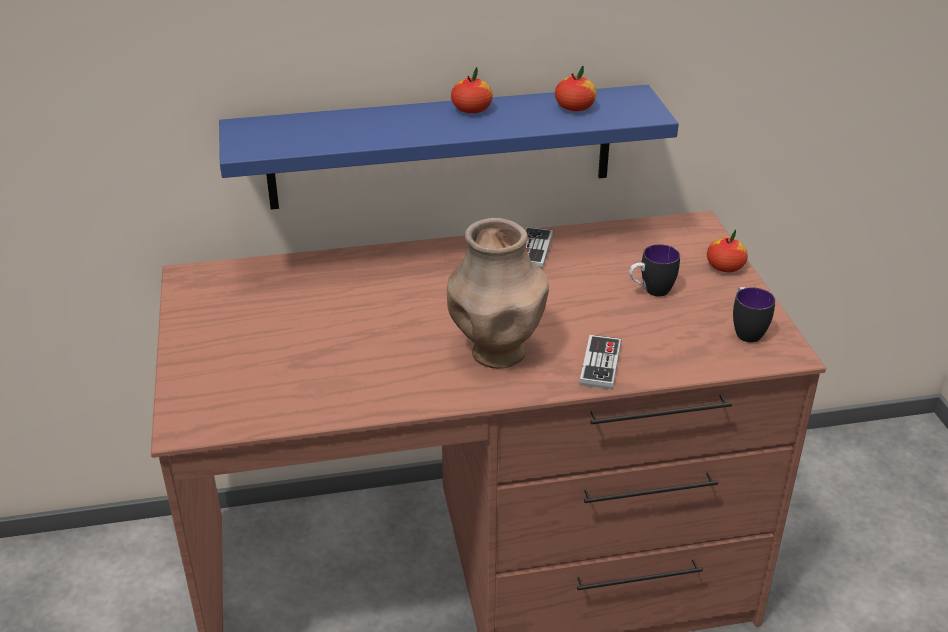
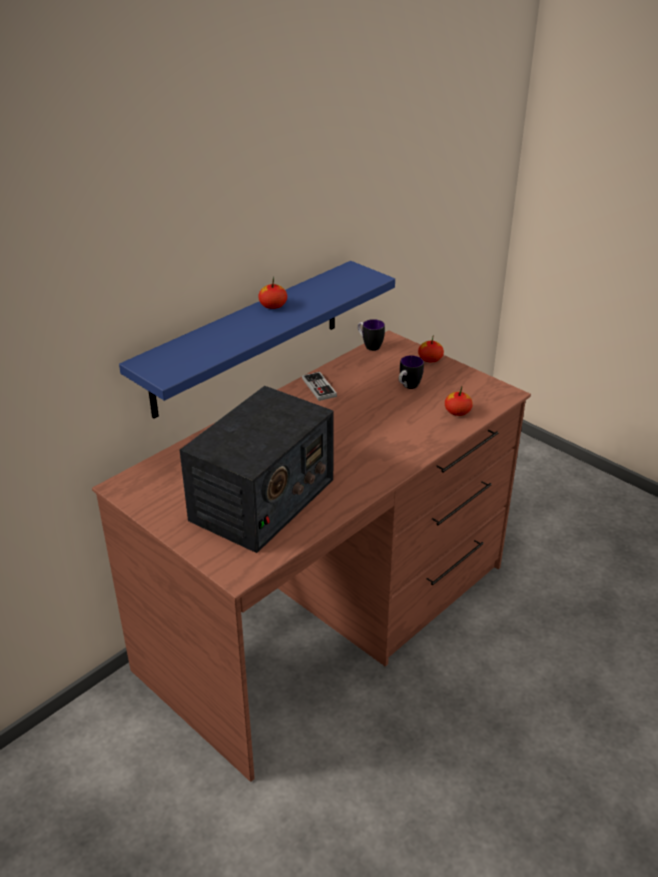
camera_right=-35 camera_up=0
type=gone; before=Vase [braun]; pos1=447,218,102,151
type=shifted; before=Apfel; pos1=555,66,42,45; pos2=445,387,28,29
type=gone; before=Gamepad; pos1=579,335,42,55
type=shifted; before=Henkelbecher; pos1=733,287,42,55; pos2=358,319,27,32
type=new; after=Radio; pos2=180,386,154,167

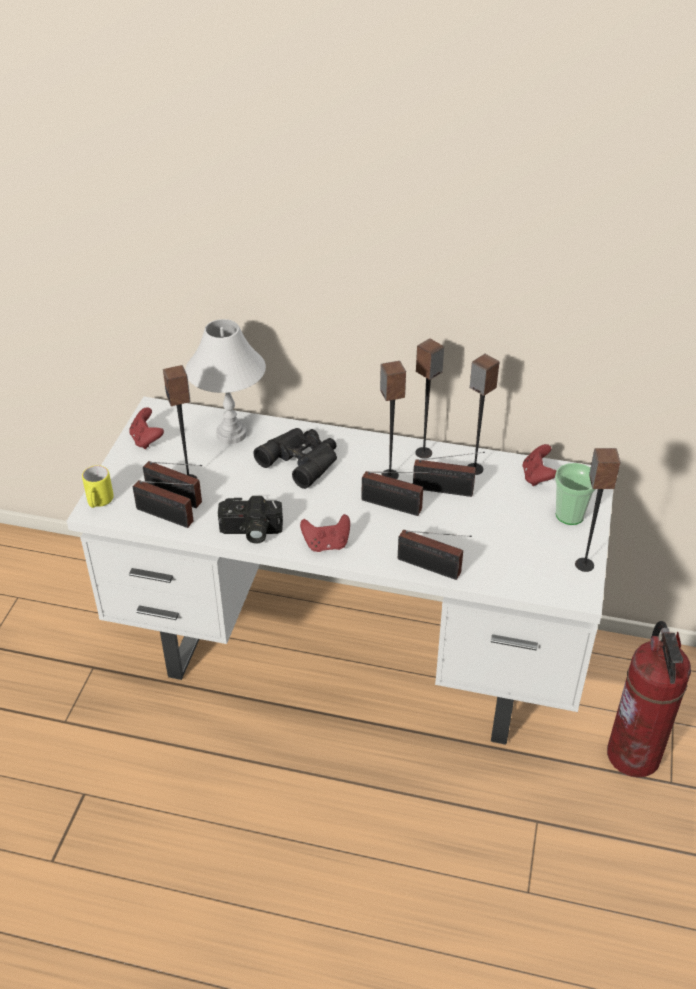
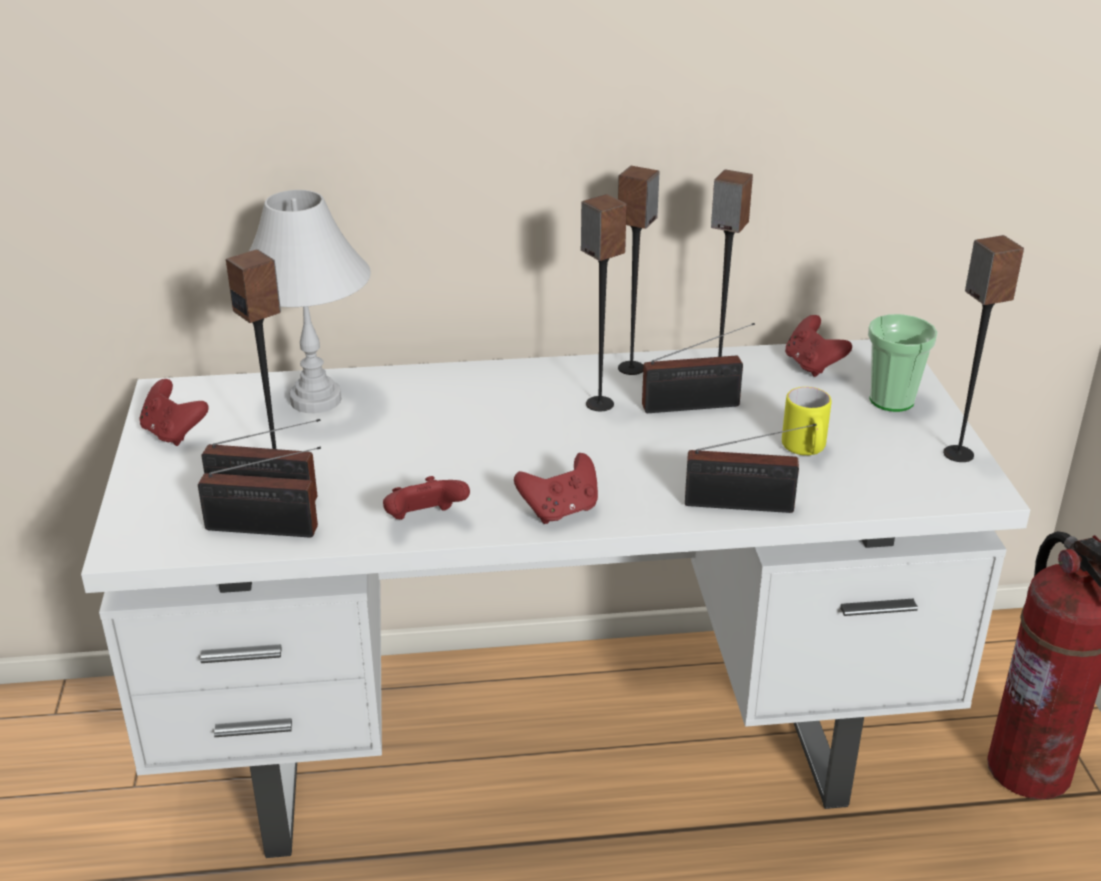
camera_right=-20 camera_up=-10
type=shifted; before=Henkelbecher [gelb]; pos1=82,465,32,43; pos2=782,387,49,68
type=swapped; before=Kamera; after=Gamepad [rot]; pos1=218,496,65,48; pos2=383,476,87,44
type=gone; before=Fernglas [schwarz]; pos1=254,428,83,61
type=gone; before=Radio; pos1=361,471,70,45

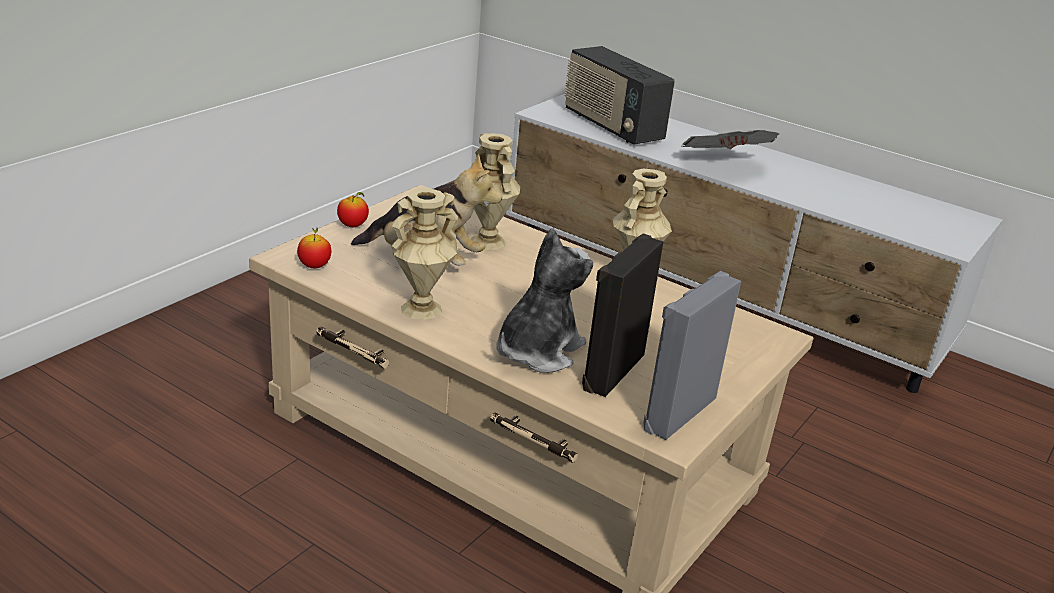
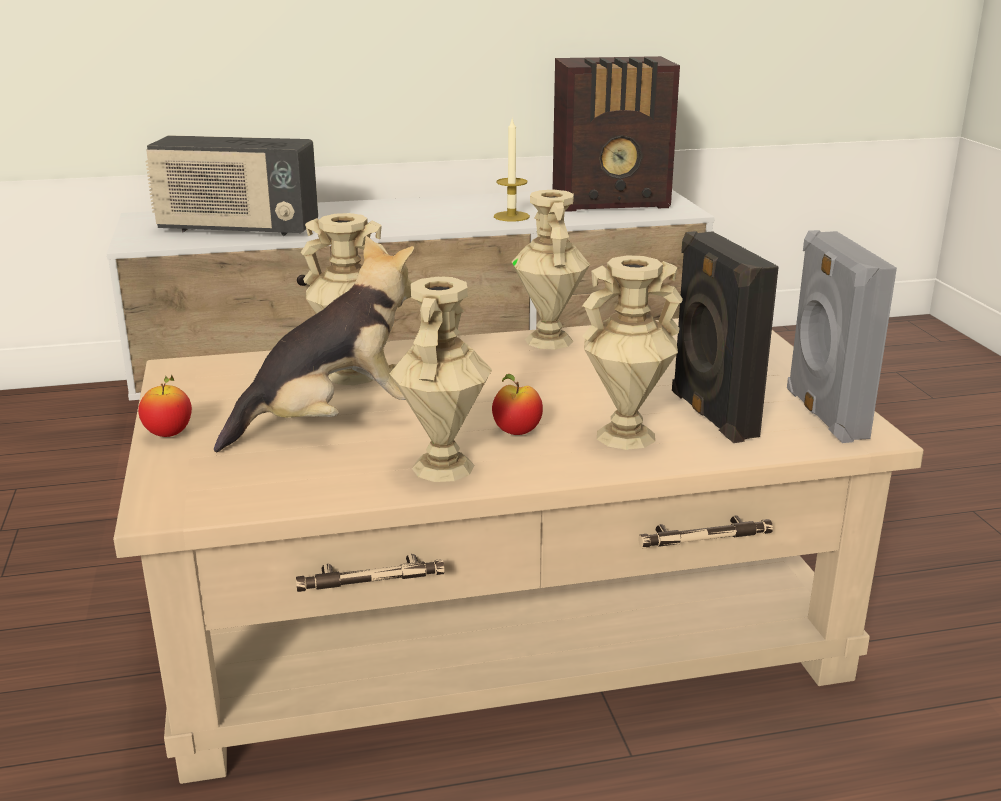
camera_right=-45 camera_up=-5
type=shifted; before=Apfel; pos1=297,228,34,40; pos2=492,374,51,61
type=swapped; before=Plüschtier; after=Vase [beige]; pos1=496,228,97,145; pos2=582,255,101,195
type=gone; before=Zeitung; pos1=682,130,97,19
type=new; after=Kerze; pos2=494,119,36,103
type=new; after=Radio; pos2=553,56,127,156

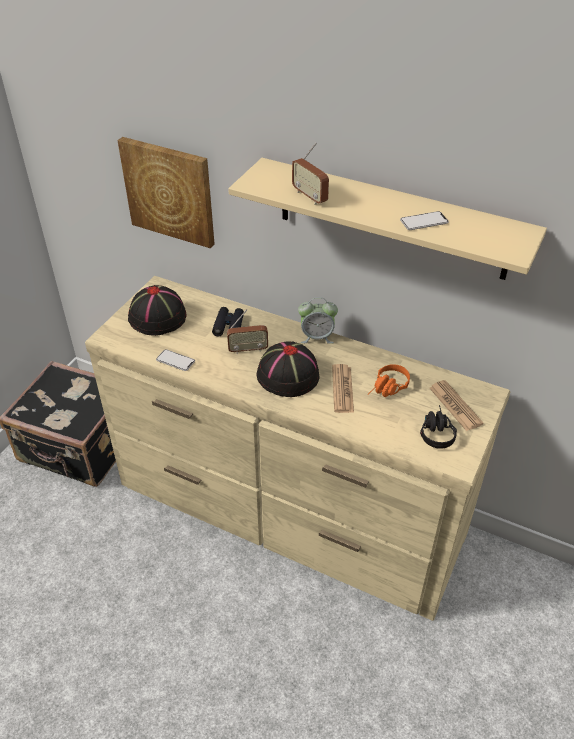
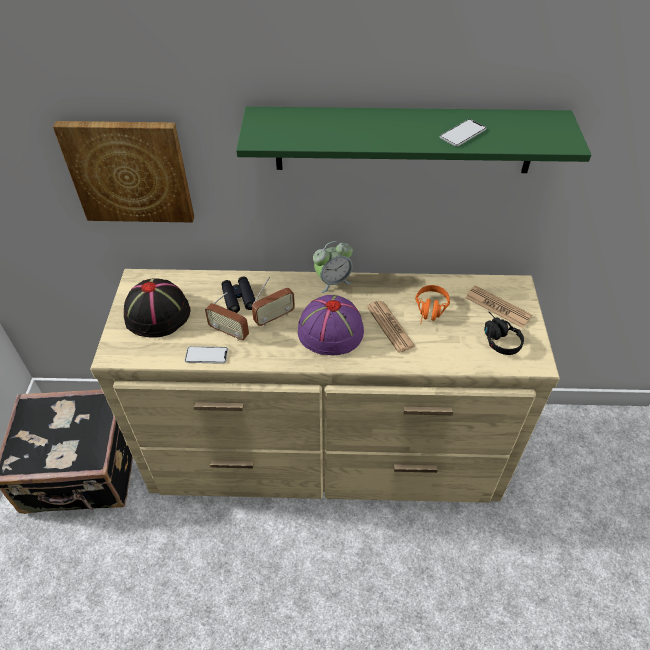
camera_right=-25 camera_up=5
type=repainted; before=Wandregal [beige]; after=Wandregal [grün]; pos1=228,158,319,122; pos2=236,107,355,66
type=repainted; before=Hut [schwarz]; after=Hut [lila]; pos1=257,341,62,56; pos2=298,295,66,60
type=shifted; before=Radio; pos1=292,142,37,63; pos2=205,292,44,49

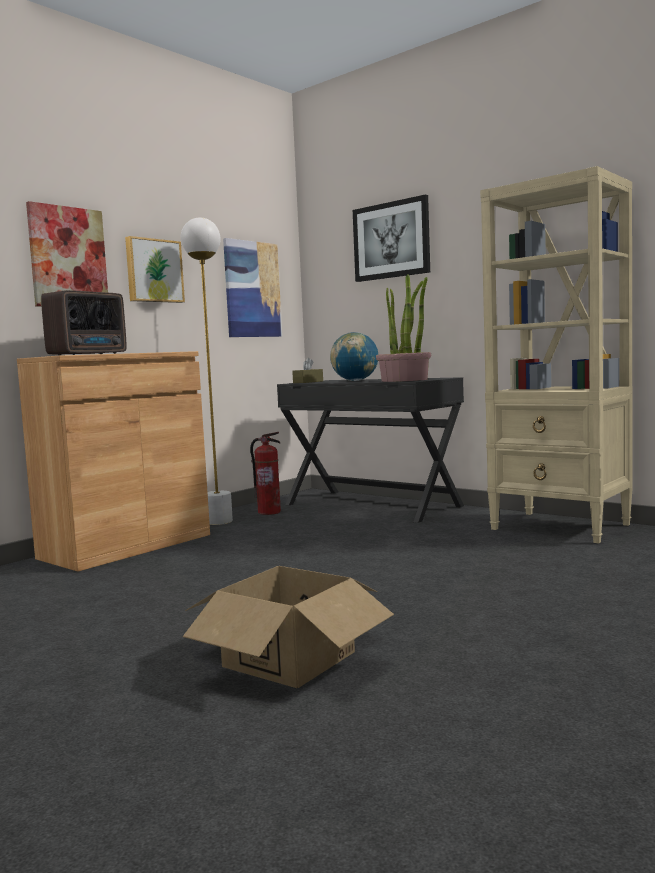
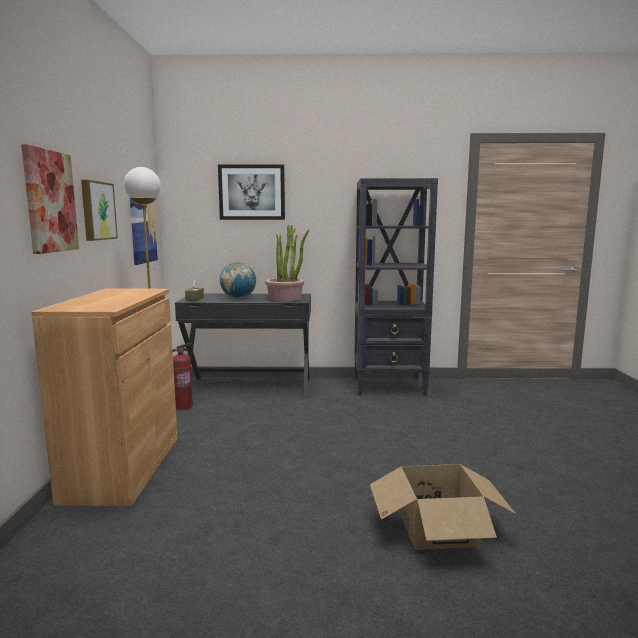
camera_right=-40 camera_up=5
type=gone; before=Radio; pos1=41,290,86,66
type=repainted; before=Bücherregal [beige]; after=Bücherregal [schwarz]; pos1=480,166,153,377; pos2=354,178,84,218

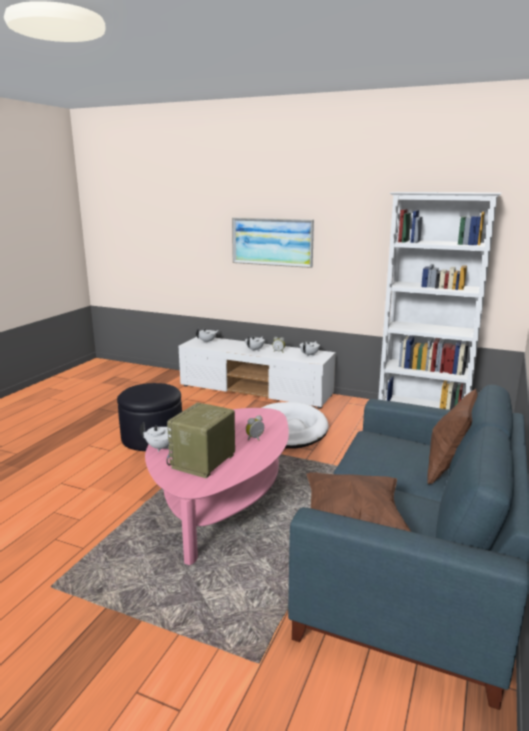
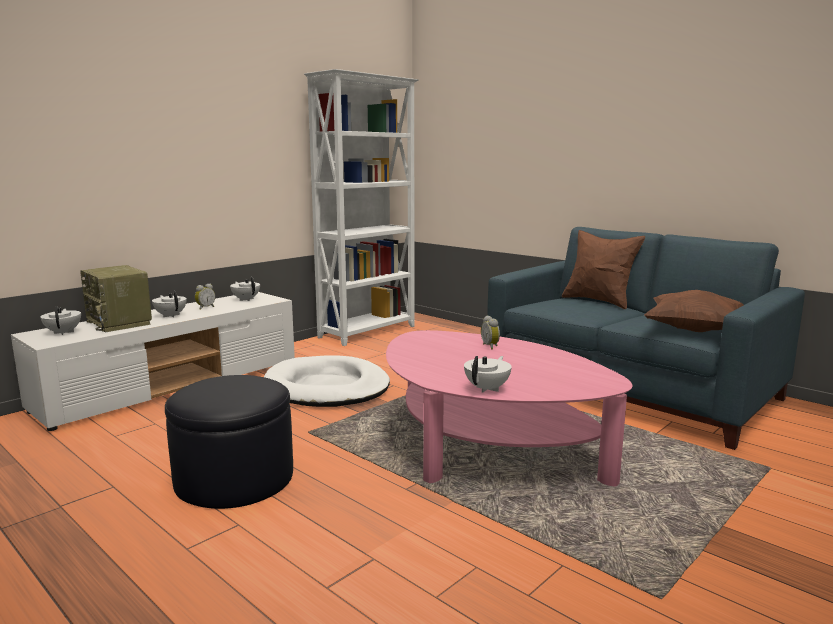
camera_right=-70 camera_up=-5
type=shifted; before=Radio; pos1=166,402,69,76; pos2=80,265,72,67
type=gone; before=Bild; pos1=232,217,82,51

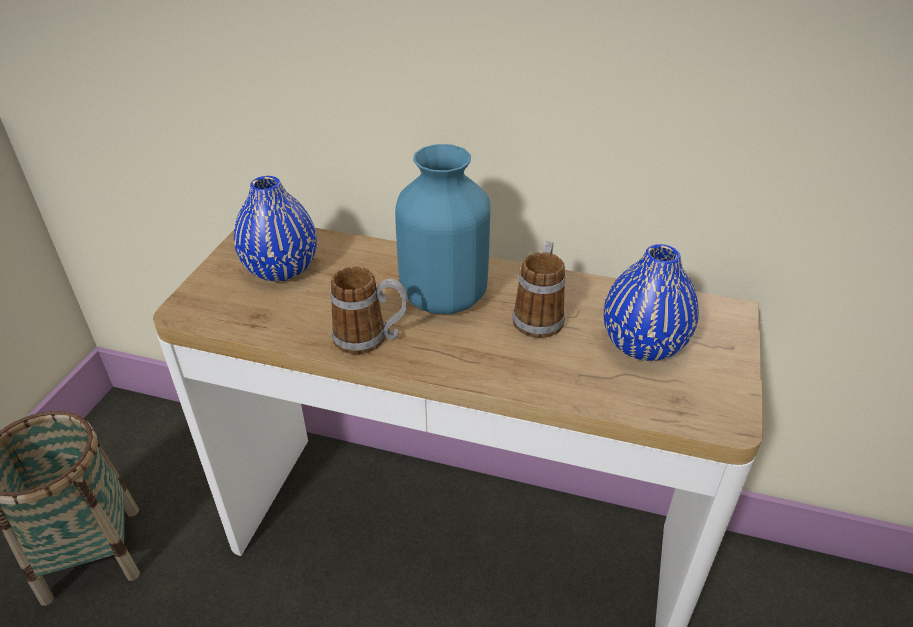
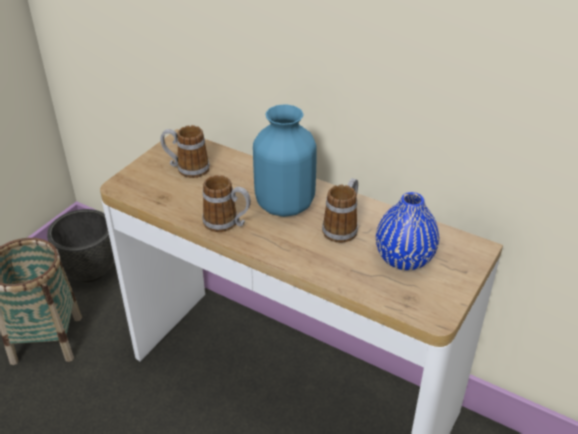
camera_right=15 camera_up=0
type=swapped; before=Vase [blau]; after=Henkelbecher; pos1=234,176,83,106; pos2=161,125,49,53
type=new; after=Pflanzkübel [schwarz]; pos2=47,209,67,73

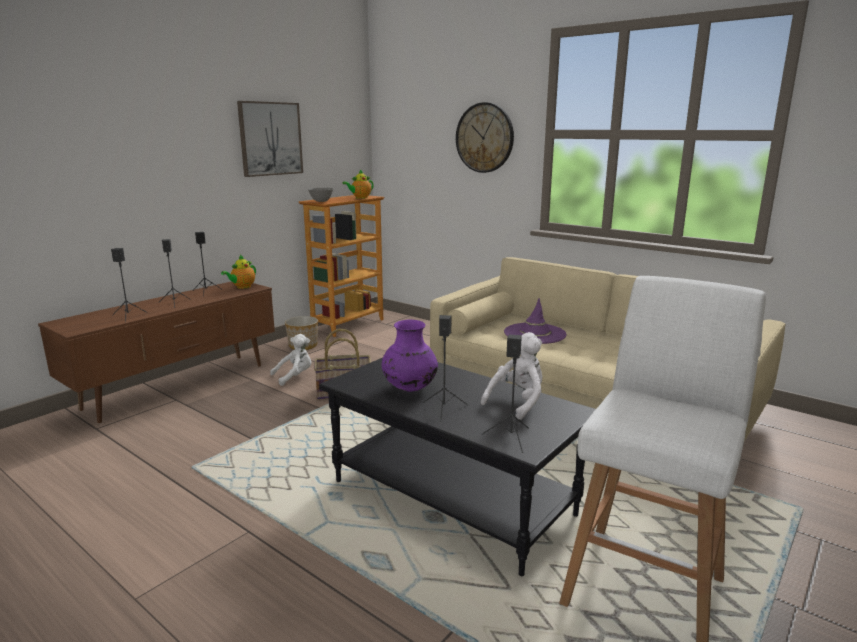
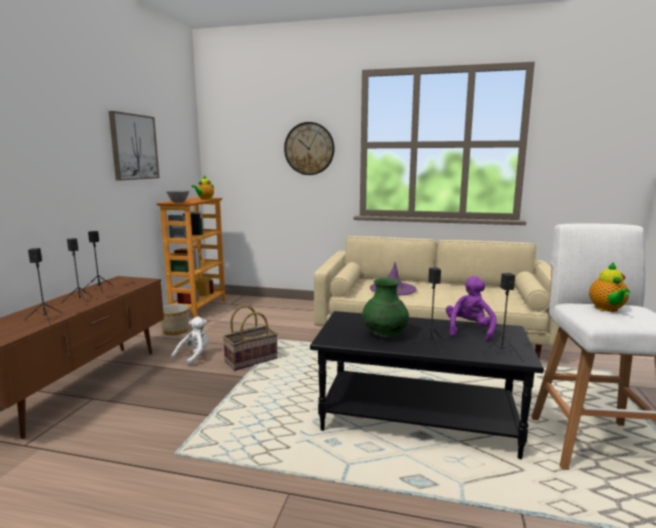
camera_right=-25 camera_up=-5
type=shifted; before=Teekanne; pos1=221,255,35,34; pos2=589,262,41,50
type=repainted; before=Vase [lila]; after=Vase [grün]; pos1=382,319,56,73; pos2=362,278,47,59
type=repainted; before=Plüschtier [weiß]; after=Plüschtier [lila]; pos1=481,332,61,88; pos2=446,276,51,66

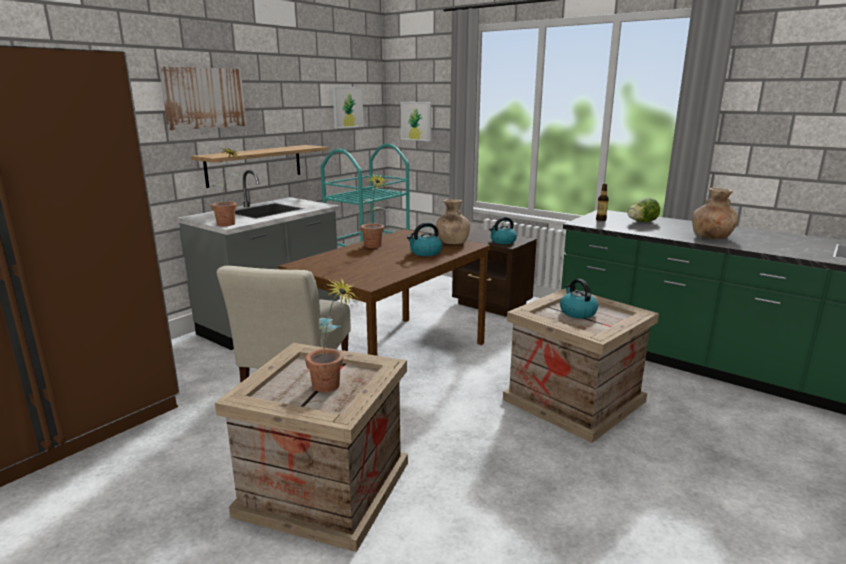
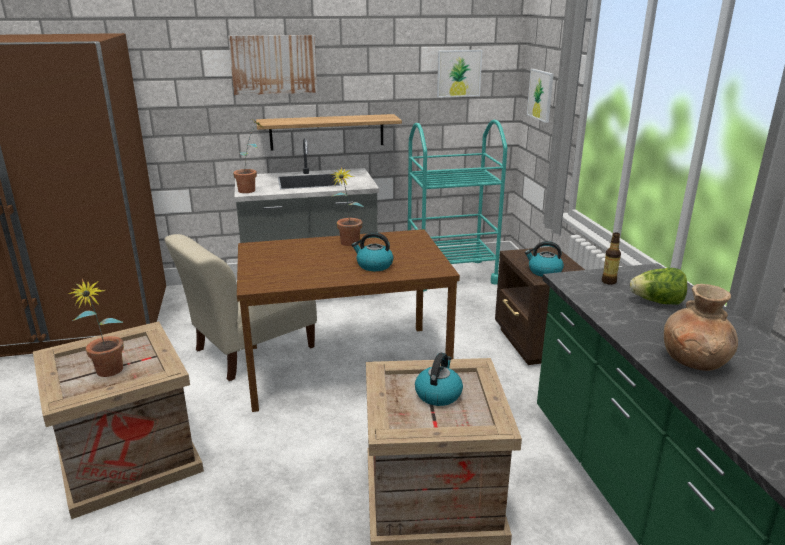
camera_right=40 camera_up=5
type=gone; before=Vase [braun]; pos1=436,199,34,45

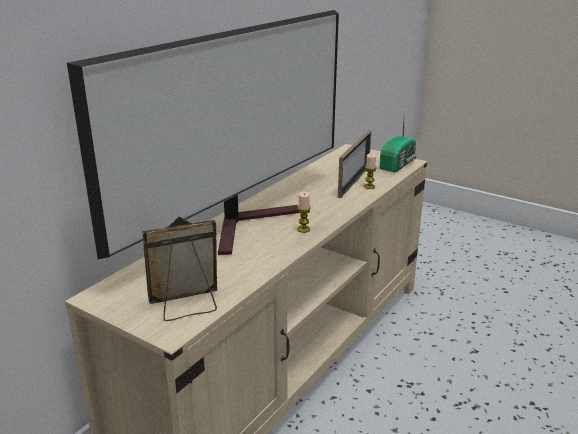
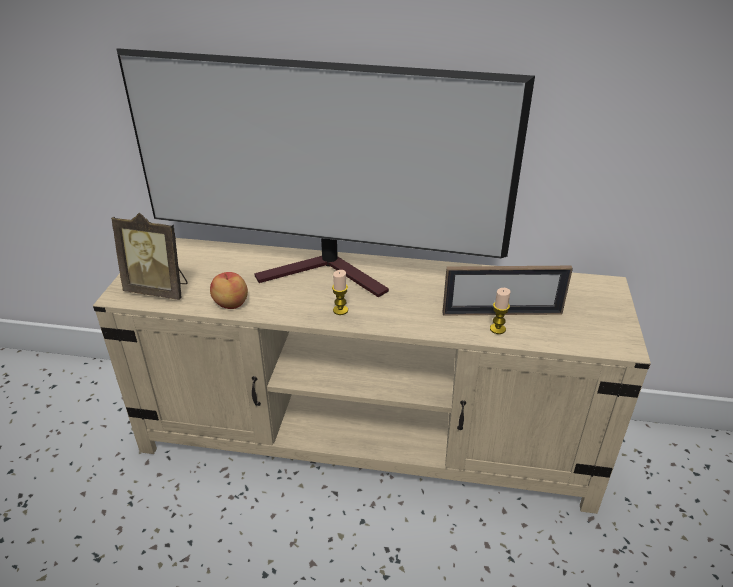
camera_right=65 camera_up=10
type=rotated; before=Bilderrahmen; pos1=142,217,75,104; pos2=111,213,77,87; turn=150
type=gone; before=Radio; pos1=380,116,37,56
type=new; after=Apfel; pos2=210,272,38,37

